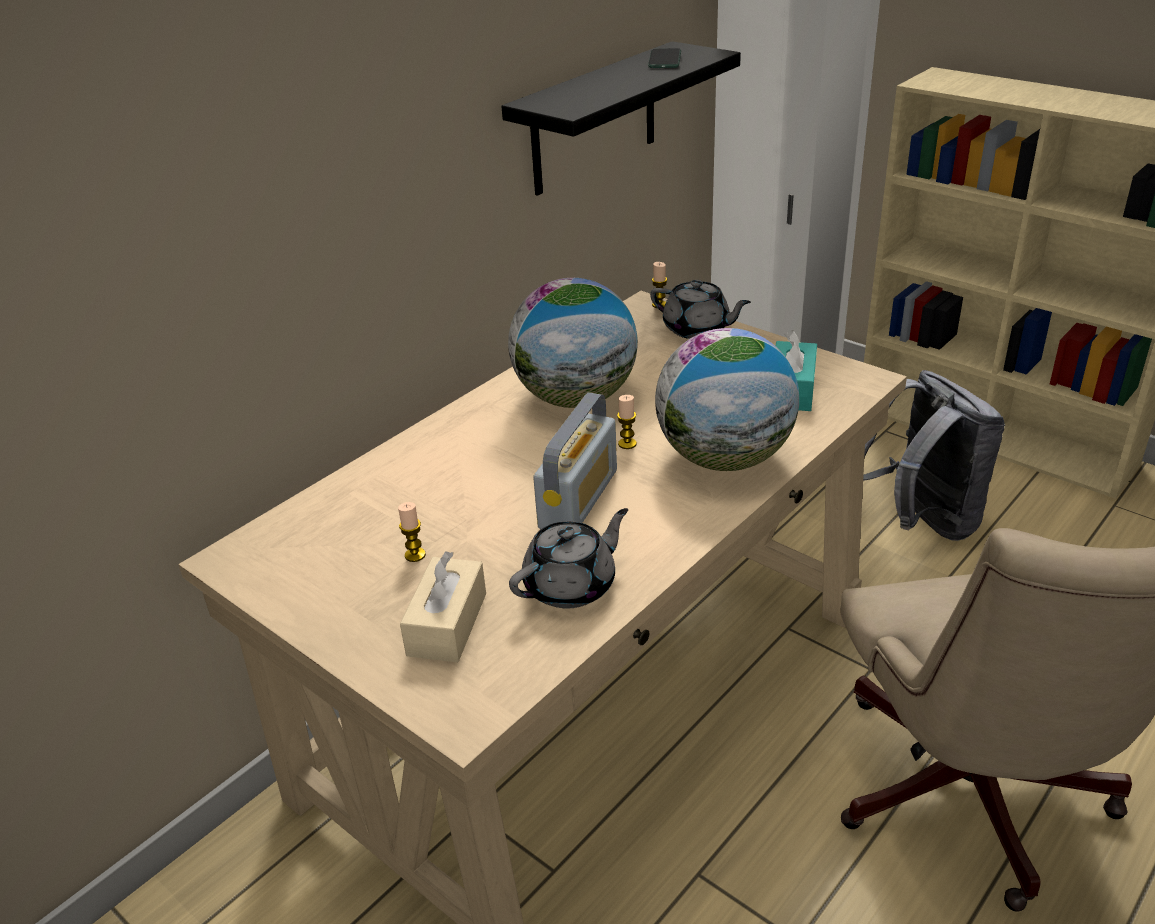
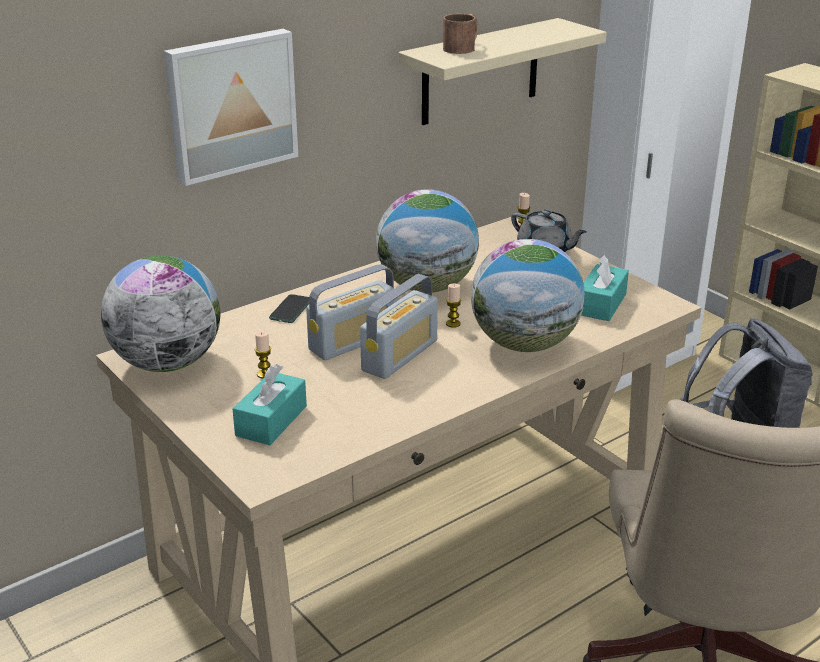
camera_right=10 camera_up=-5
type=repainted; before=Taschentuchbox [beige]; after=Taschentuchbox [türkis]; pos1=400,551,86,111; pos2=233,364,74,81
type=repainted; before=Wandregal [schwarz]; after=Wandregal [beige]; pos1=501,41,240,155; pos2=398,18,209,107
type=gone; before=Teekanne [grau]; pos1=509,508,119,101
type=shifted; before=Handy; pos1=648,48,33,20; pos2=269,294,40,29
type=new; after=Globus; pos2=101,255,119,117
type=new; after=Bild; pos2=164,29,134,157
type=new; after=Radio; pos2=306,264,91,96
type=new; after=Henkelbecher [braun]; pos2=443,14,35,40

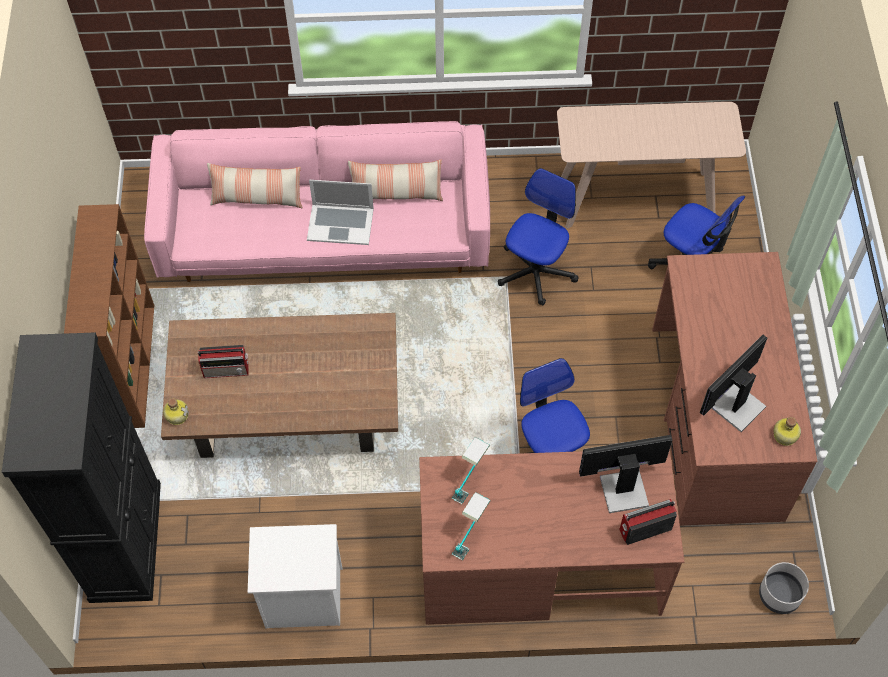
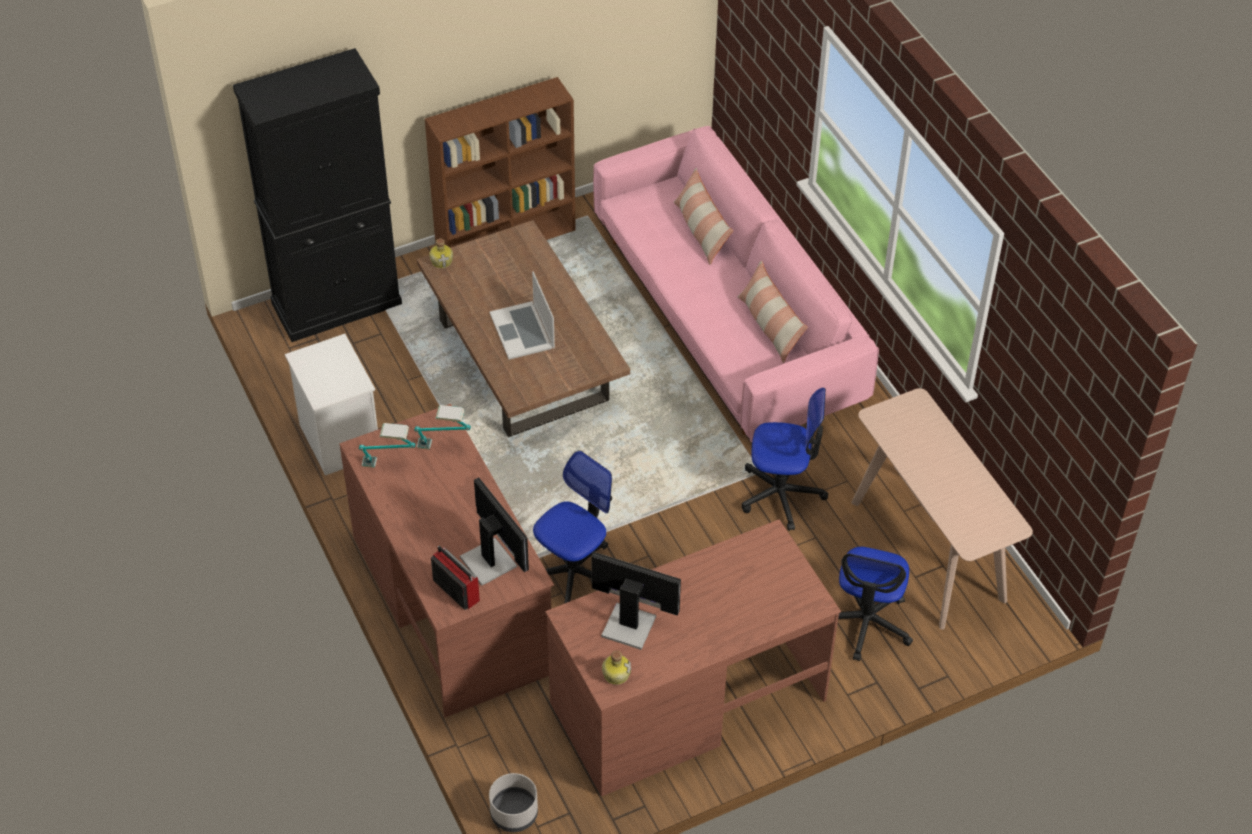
camera_right=65 camera_up=-10
type=gone; before=Radio; pos1=198,345,50,33
type=shifted; before=Laptop; pos1=307,180,67,65; pos2=490,271,65,89

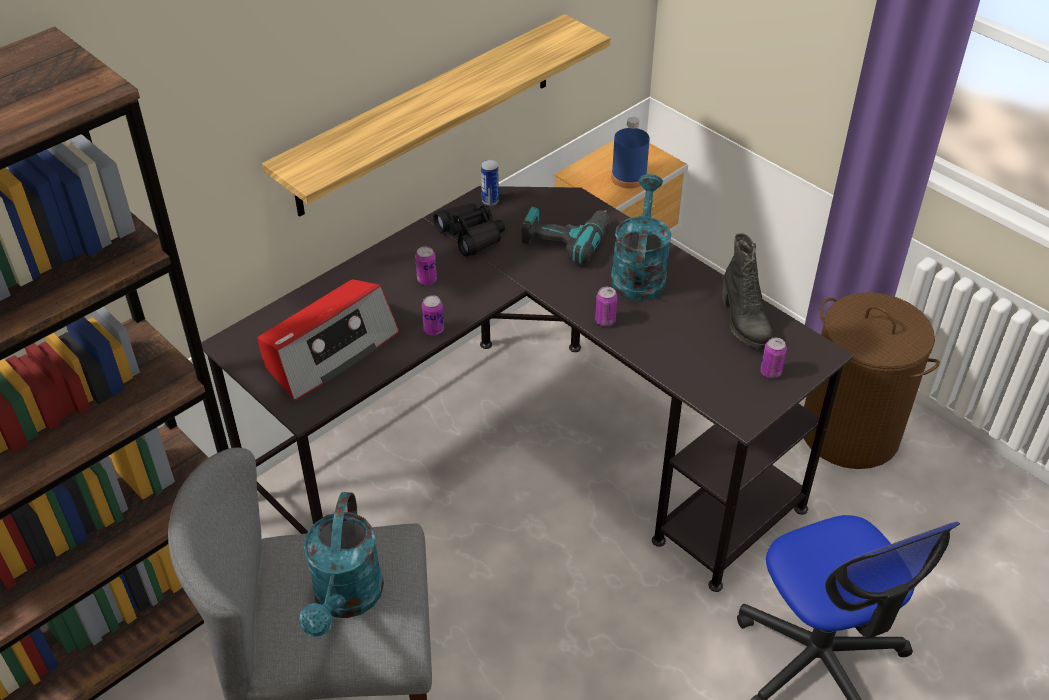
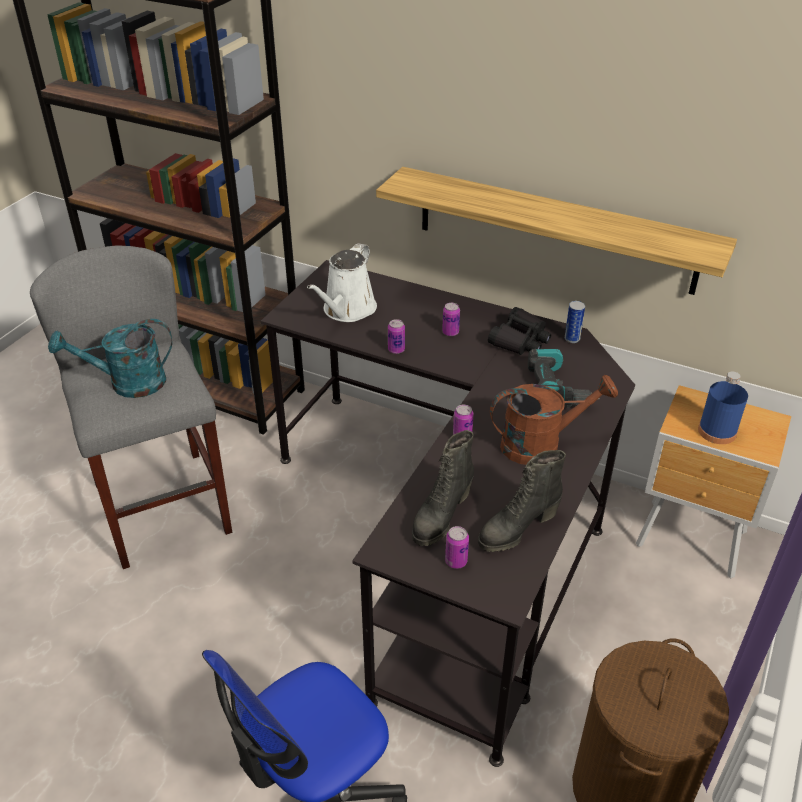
camera_right=70 camera_up=-5
type=swapped; before=Radio; after=Gießkanne [weiß]; pos1=258,279,141,122; pos2=307,243,70,79
type=repainted; before=Gießkanne [türkis]; after=Gießkanne [braun]; pos1=610,174,61,127; pos2=490,375,128,90
type=new; after=Stiefel [schwarz]; pos2=412,430,62,116

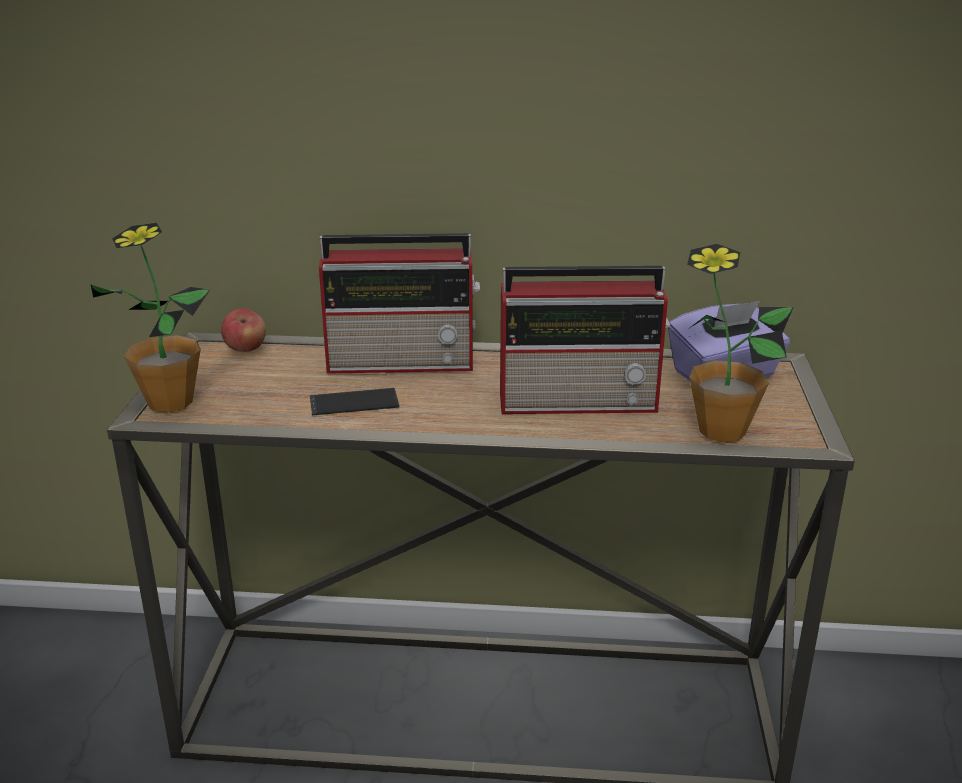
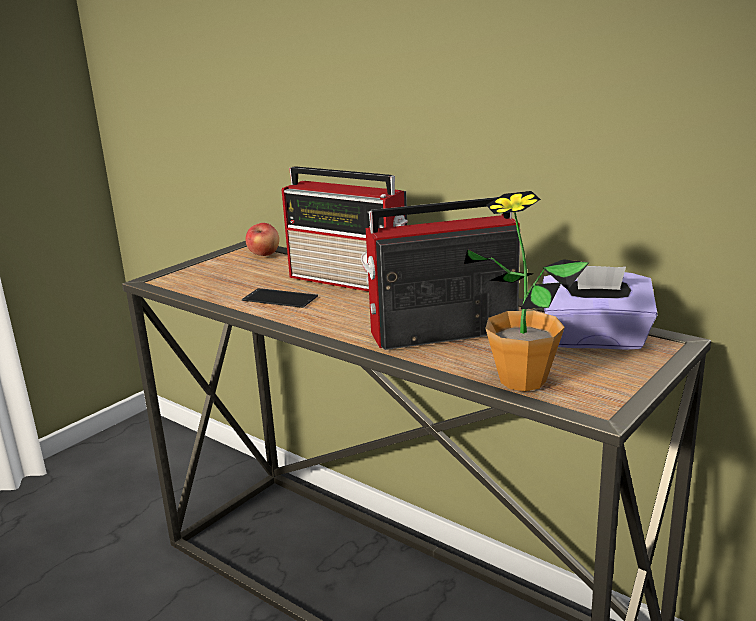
camera_right=35 camera_up=-5
type=gone; before=Topfpflanze; pos1=90,223,121,190
type=rotated; before=Radio; pos1=500,266,170,148; pos2=363,197,157,153; turn=135

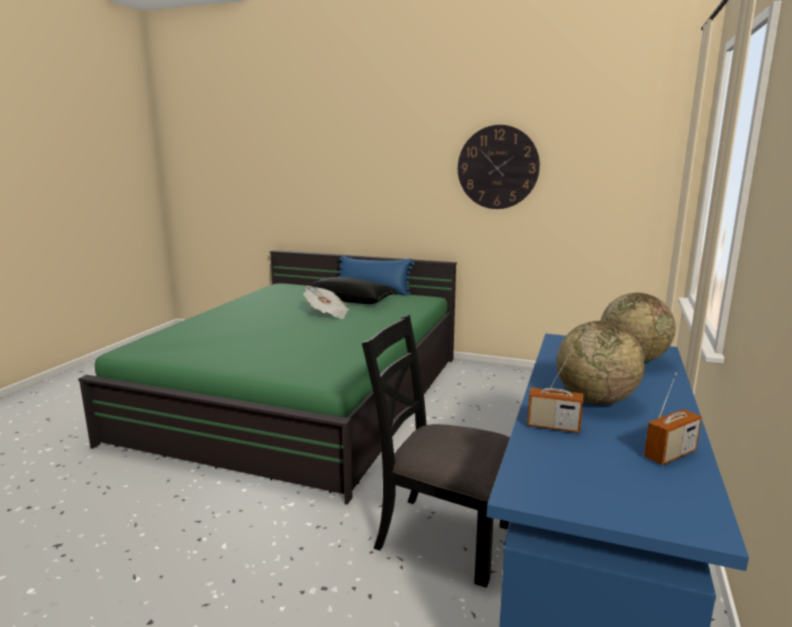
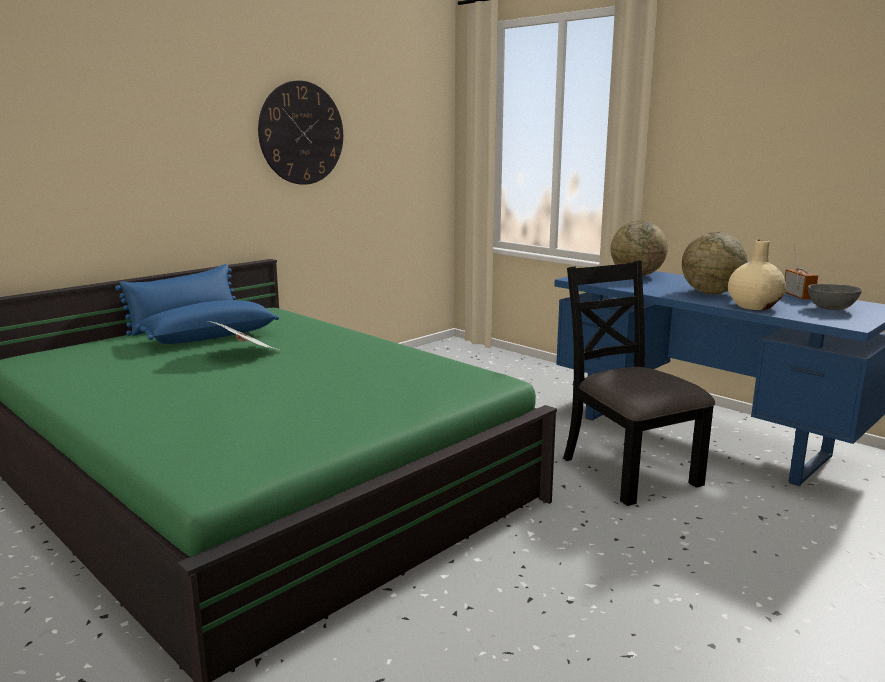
camera_right=-65 camera_up=0
type=repainted; before=Kissen [schwarz]; after=Kissen [blau]; pos1=311,277,87,27; pos2=135,300,144,44
type=rotated; before=Stuhl [schwarz]; pos1=362,315,148,273; pos2=563,260,152,246; turn=105
type=swapped; before=Radio; after=Vase [beige]; pos1=527,354,56,79; pos2=728,240,58,70
type=new; after=Schüssel [grau]; pos2=808,284,54,26

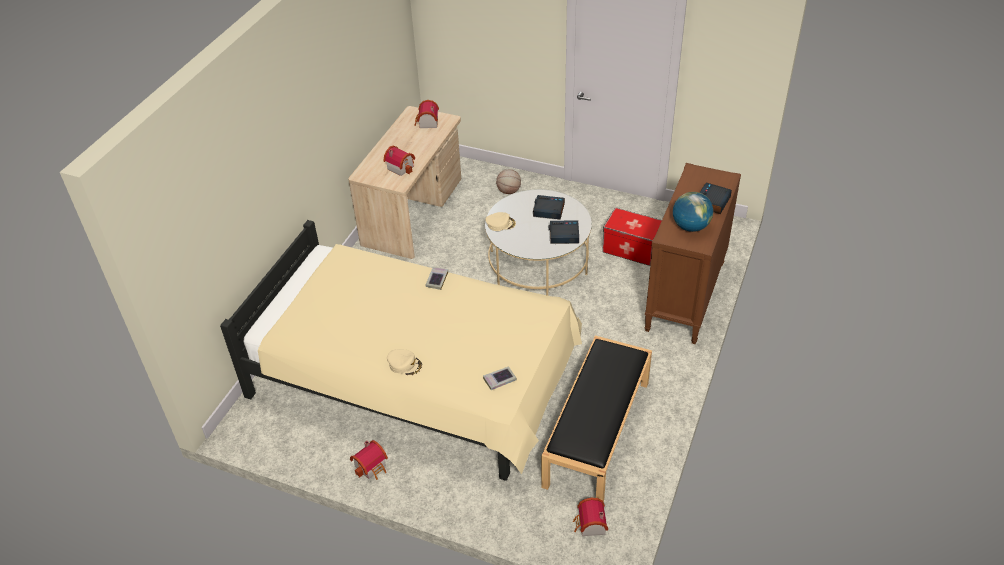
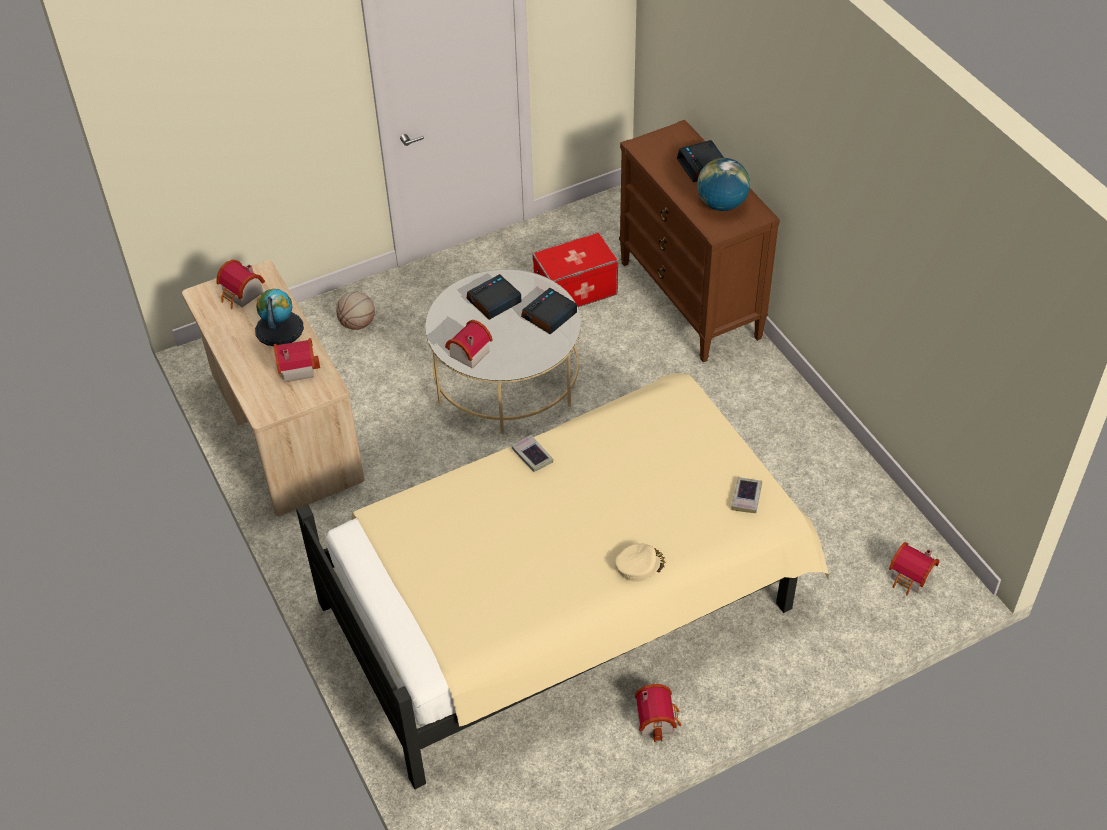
camera_right=-50 camera_up=5
type=swapped; before=Kappe [beige]; after=Spielzeughaus; pos1=485,212,31,19; pos2=445,320,48,48
type=gone; before=Bank [schwarz]; pos1=541,336,111,166
type=new; after=Globus; pos2=255,289,49,57

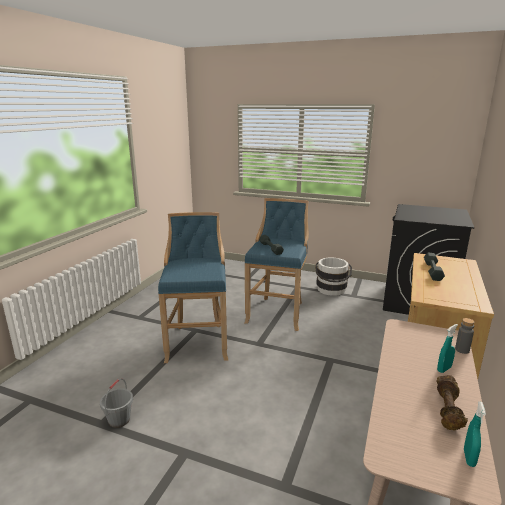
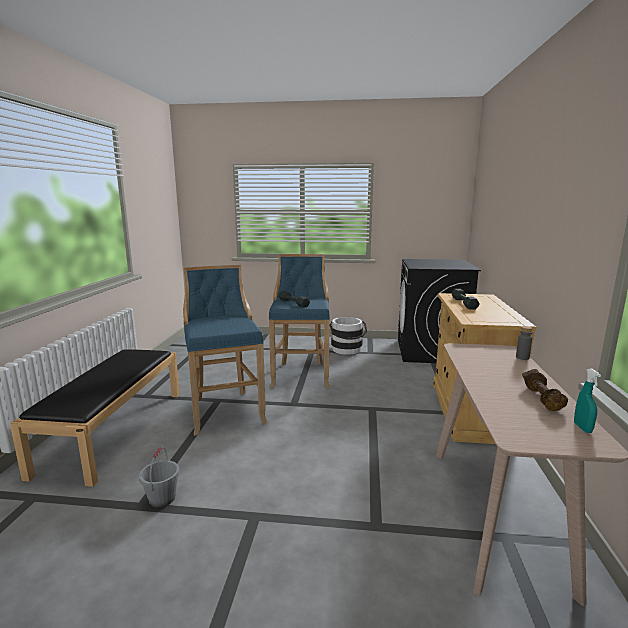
camera_right=-15 camera_up=-5
type=gone; before=Sprühflasche [türkis]; pos1=437,324,21,49
type=new; after=Bank [schwarz]; pos2=10,349,170,138

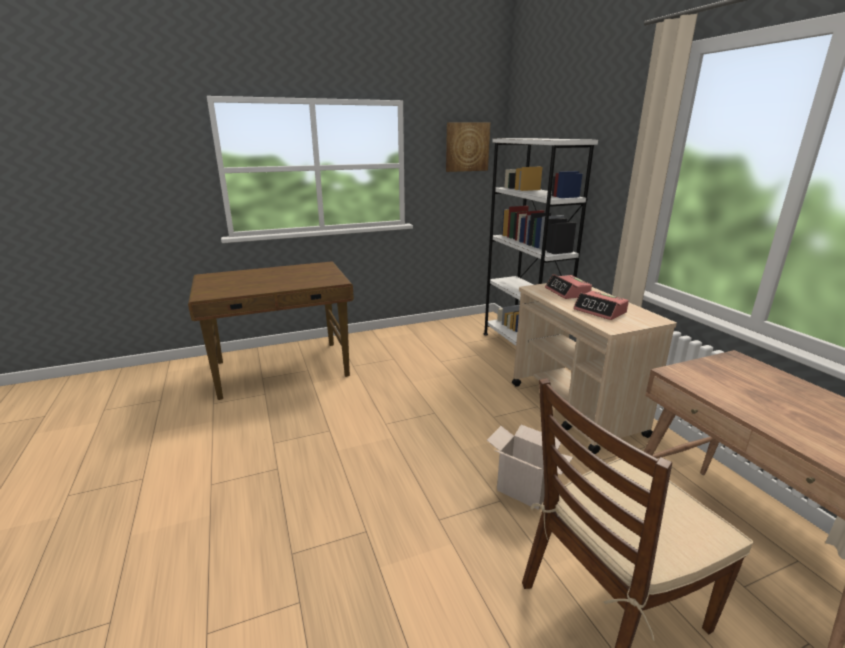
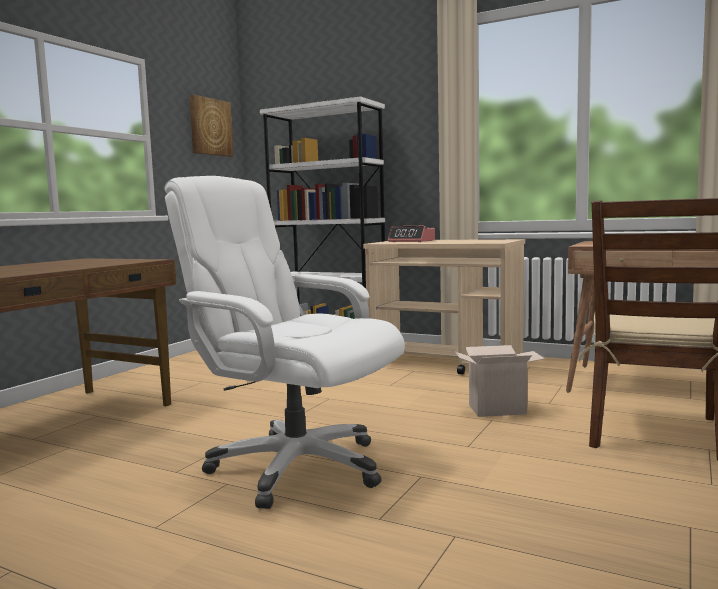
camera_right=-40 camera_up=-15
type=gone; before=Wecker; pos1=573,291,56,29
type=new; after=Bürostuhl [weiß]; pos2=165,176,240,333

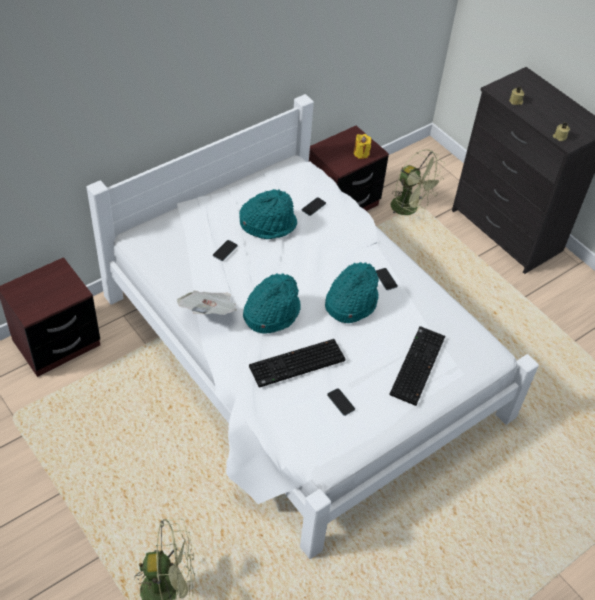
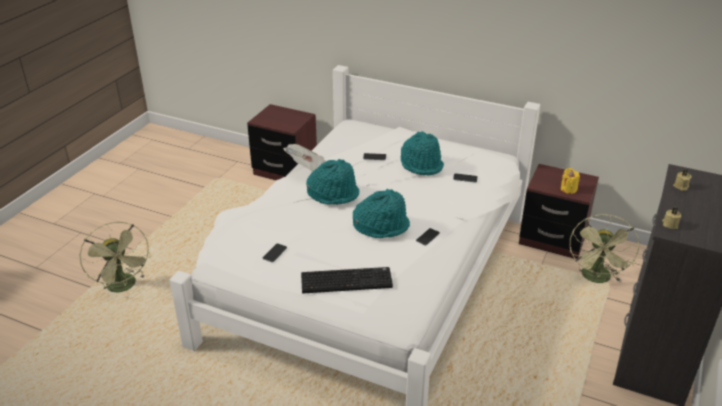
camera_right=65 camera_up=-15
type=gone; before=Tastatur; pos1=249,339,96,49

